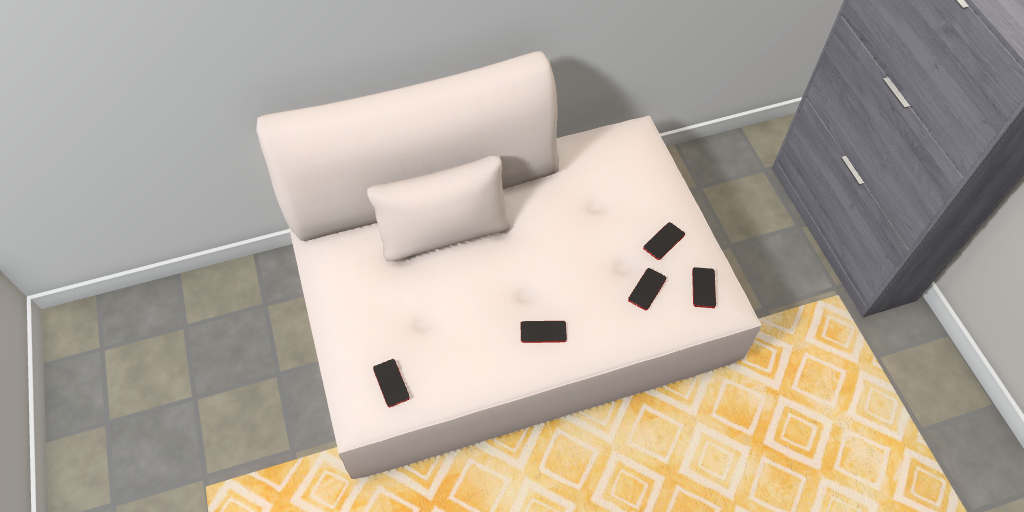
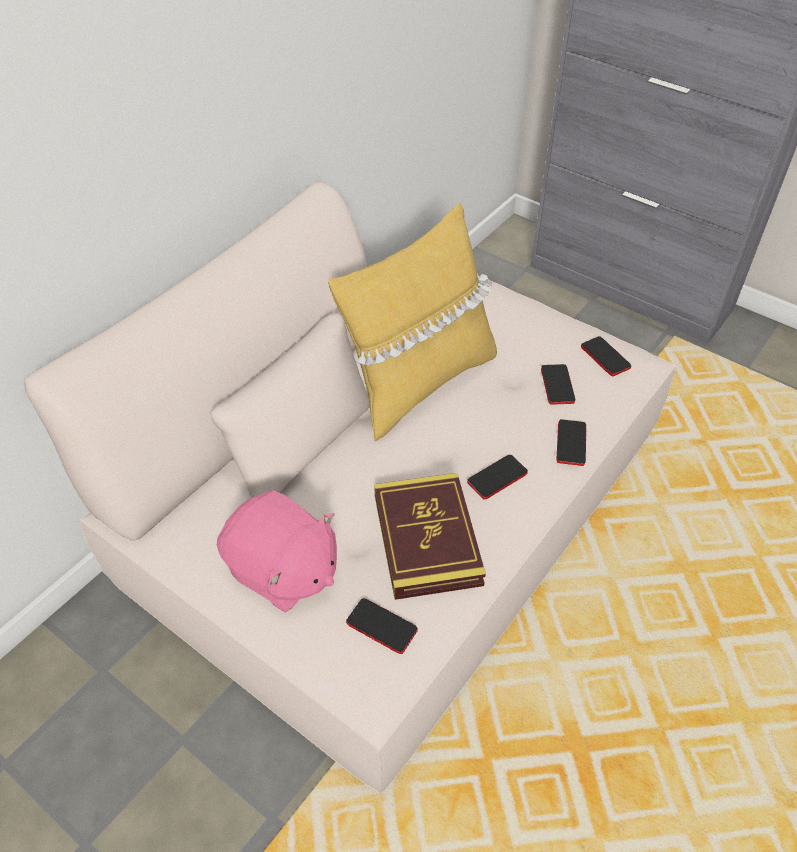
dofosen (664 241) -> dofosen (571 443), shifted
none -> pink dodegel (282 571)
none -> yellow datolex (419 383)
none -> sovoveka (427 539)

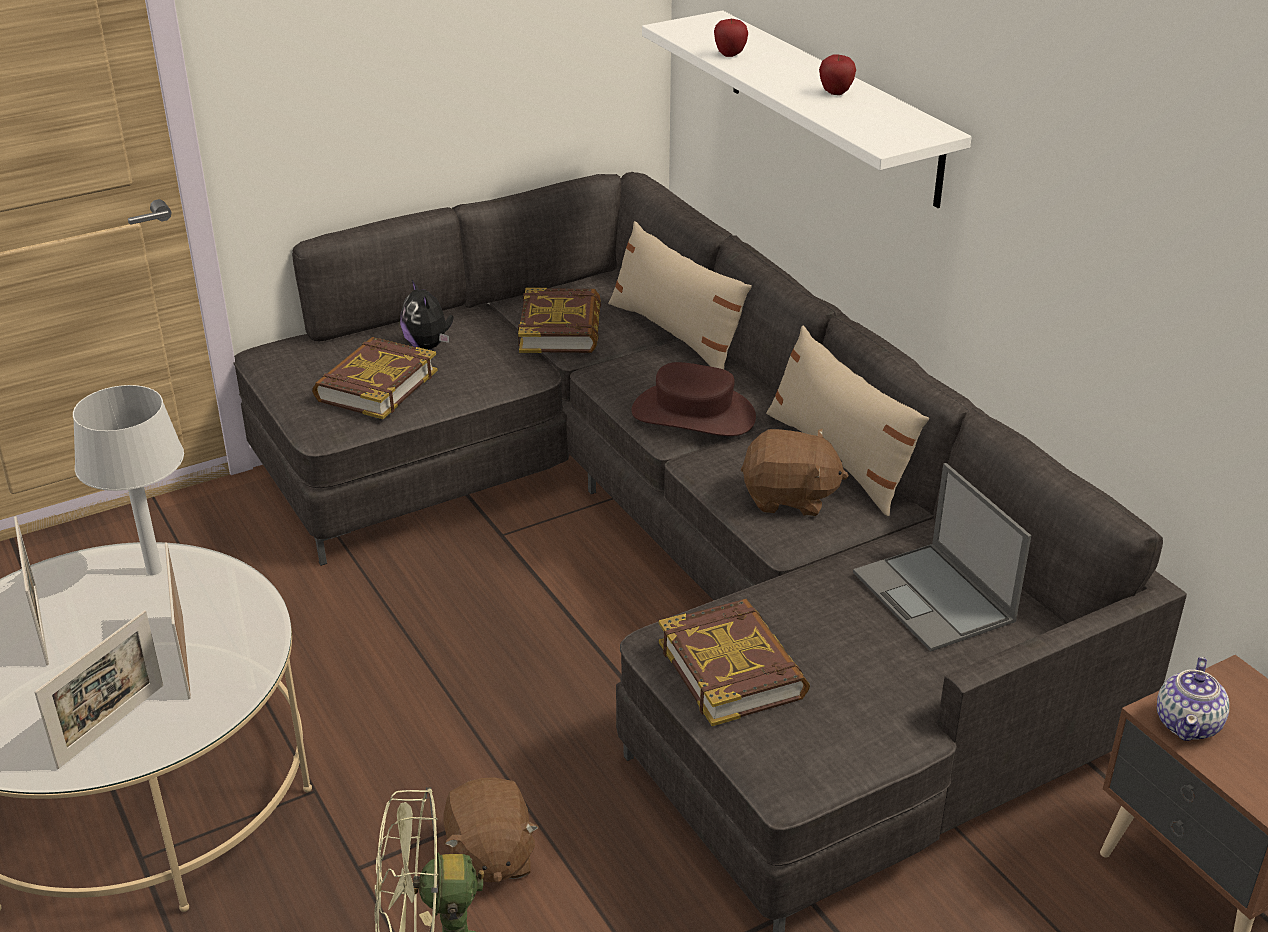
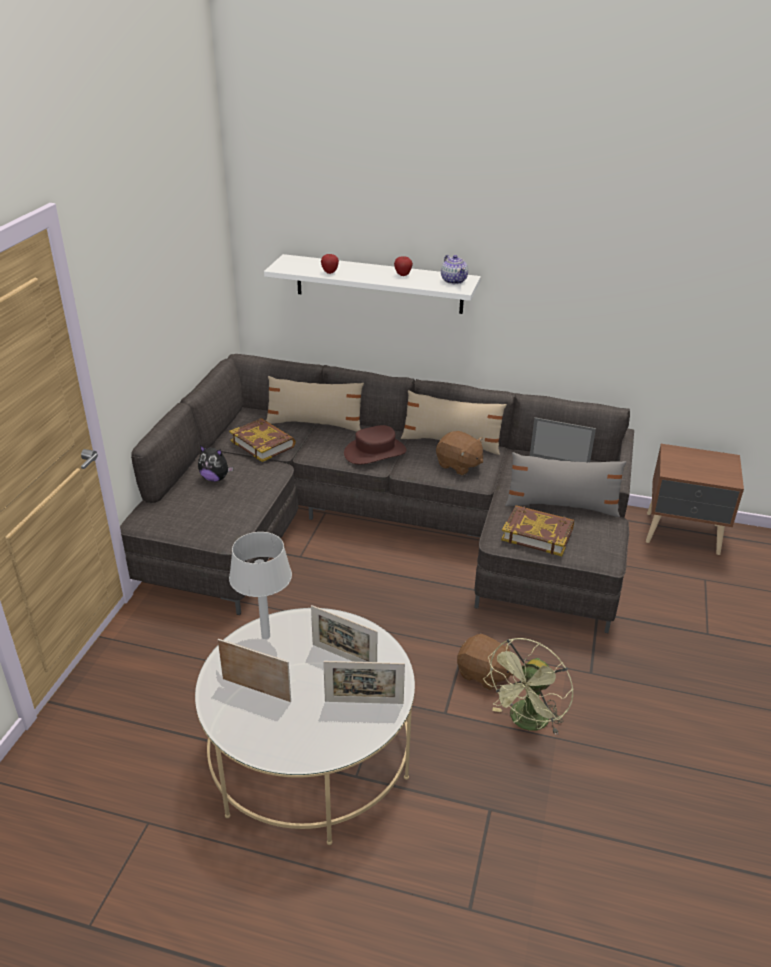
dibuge (111 725) -> dibuge (364 702), 105 degrees clockwise
sovoveka (376 385) -> none
brown dodegel (789 498) -> brown dodegel (459 465), 75 degrees clockwise
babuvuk (1188 724) -> babuvuk (454 281), shifted
none -> grey datolex (561 506)

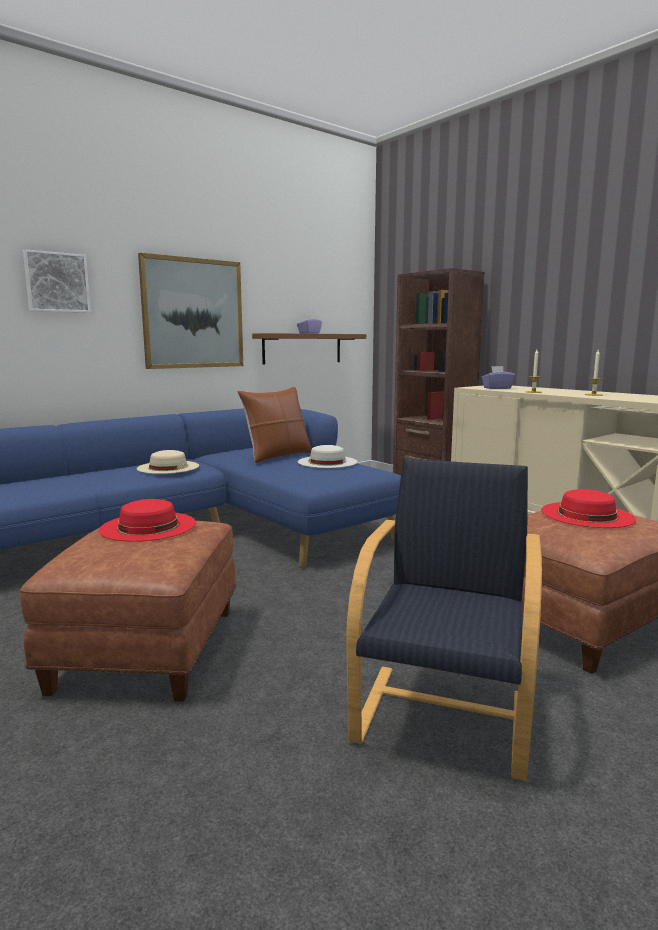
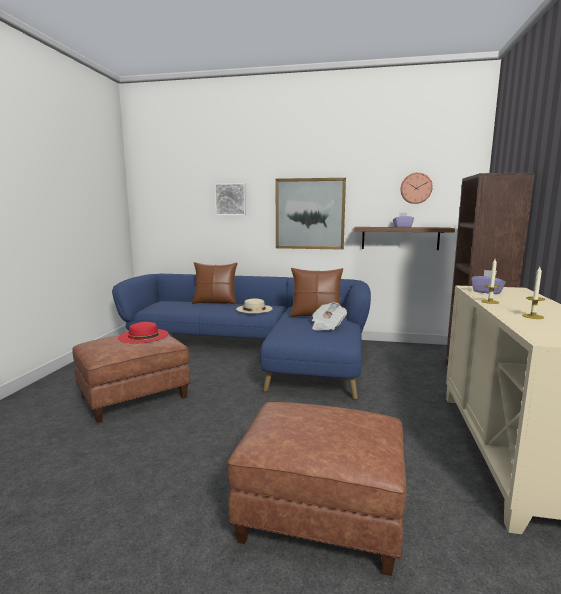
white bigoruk (327 462) -> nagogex (327 326)
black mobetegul (445 716) -> none
red bigoruk (587 514) -> none
none -> brown datolex (215 302)
none -> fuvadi (416 188)

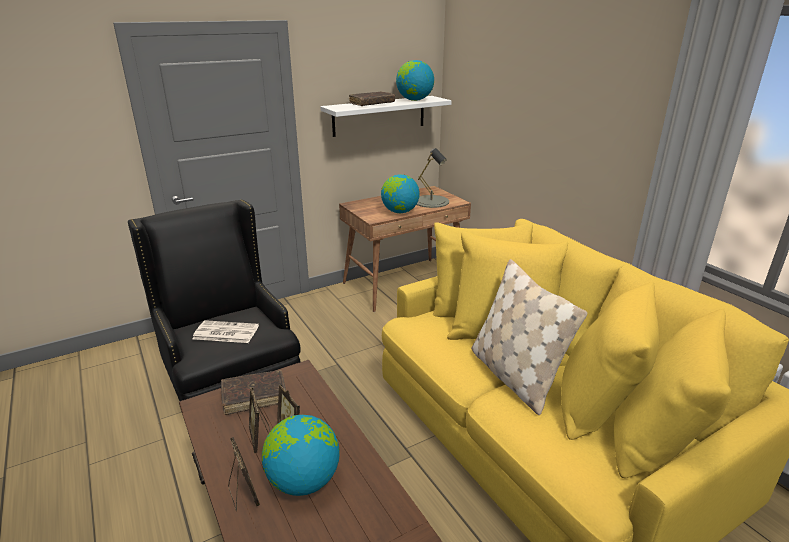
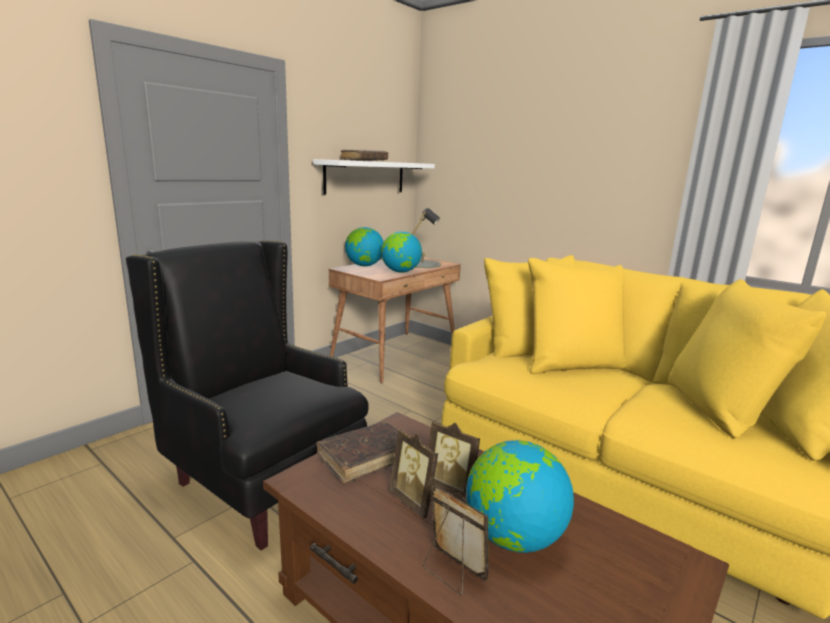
nagogex (225 332) -> none
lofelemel (414 100) -> lofelemel (364 265), shifted
beige datolex (514 376) -> none

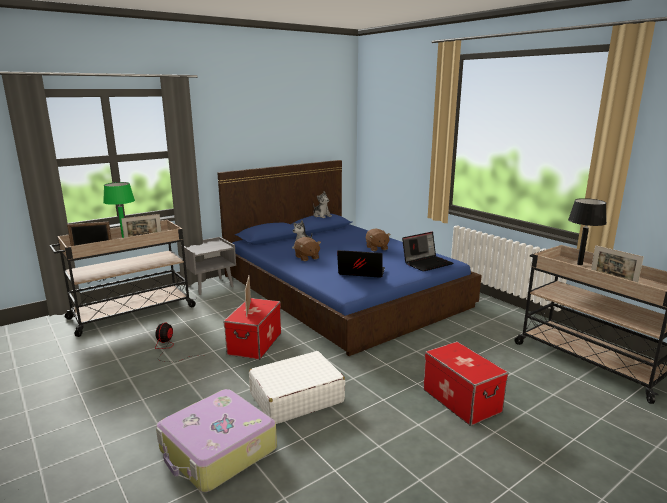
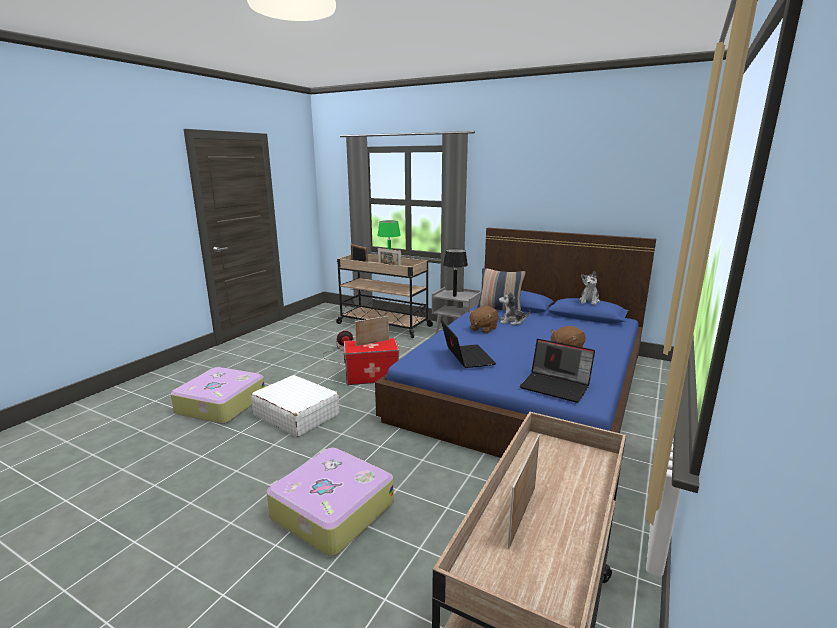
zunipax (462 400) -> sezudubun (331 510)
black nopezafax (579 264) -> black nopezafax (454 296), shifted
none -> datolex (499 310)

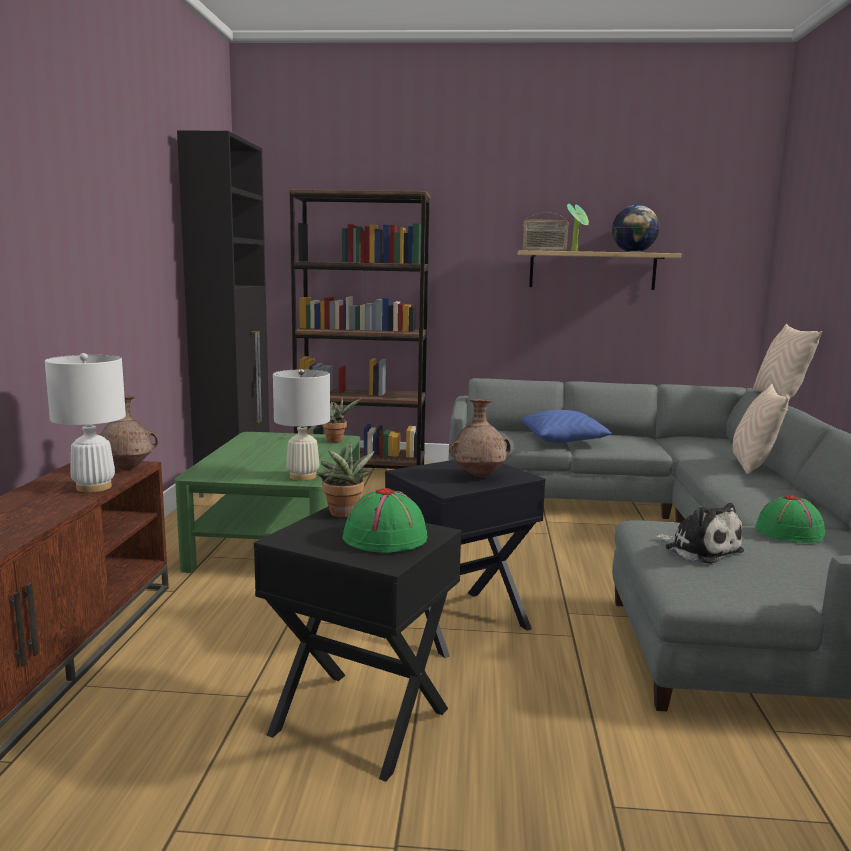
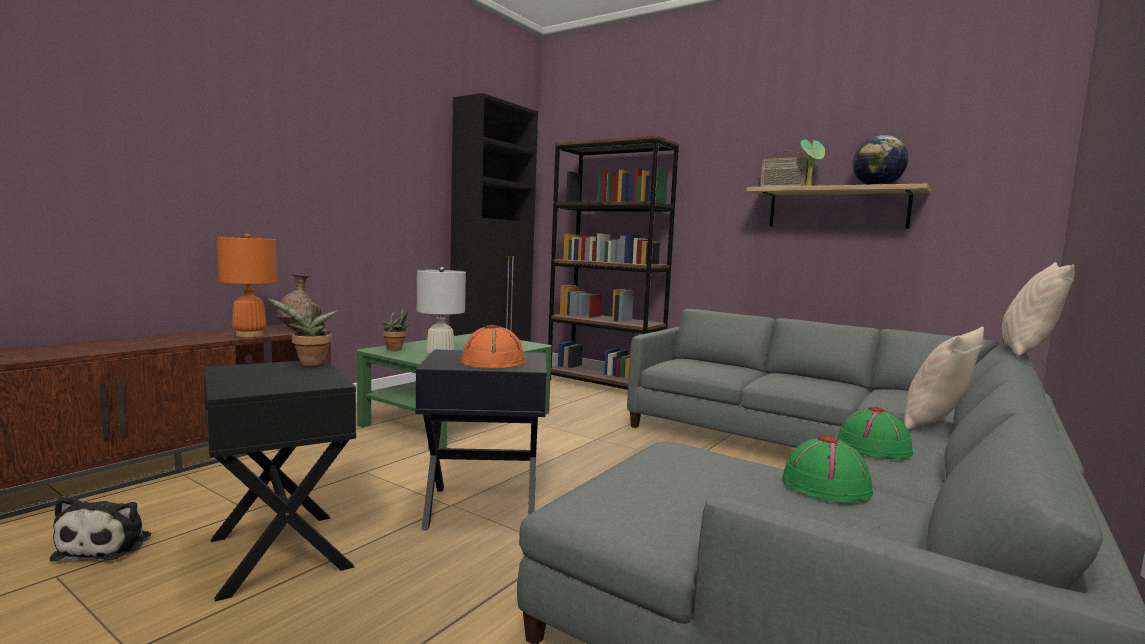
white nopezafax (93 487) -> orange nopezafax (249 335)
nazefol (337 440) -> nazefol (396 349), shifted
green bigoruk (386 538) -> green bigoruk (874 448), shifted
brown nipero (479 476) -> orange bigoruk (493 362)
blue datolex (564 440) -> none
dodegel (699 549) -> dodegel (108 545), shifted

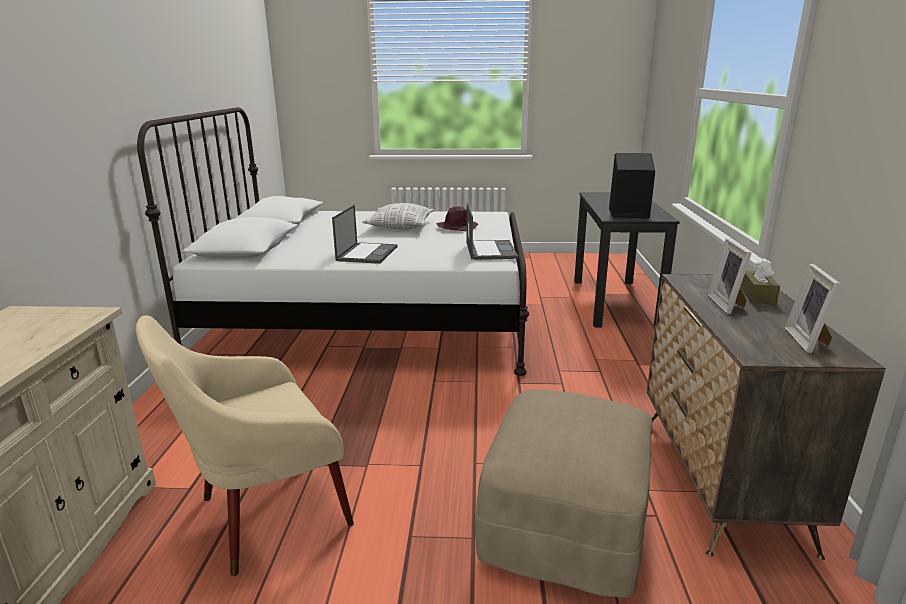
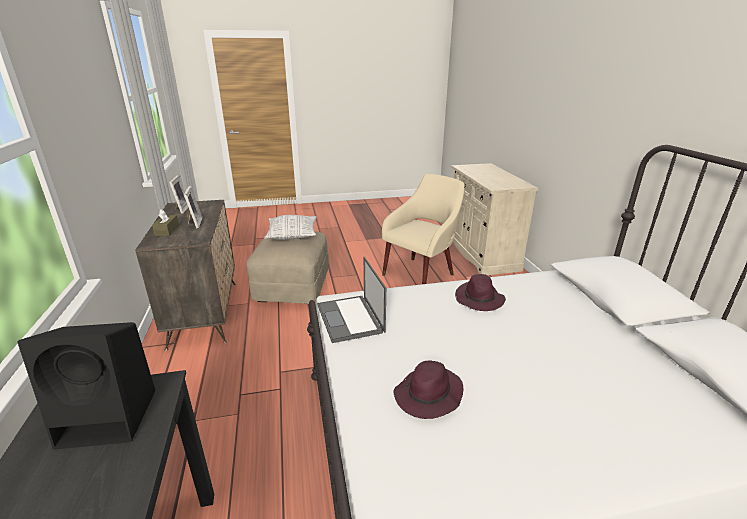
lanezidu (367 253) -> purple bigoruk (479 299)
datolex (400 227) -> datolex (292 235), shifted

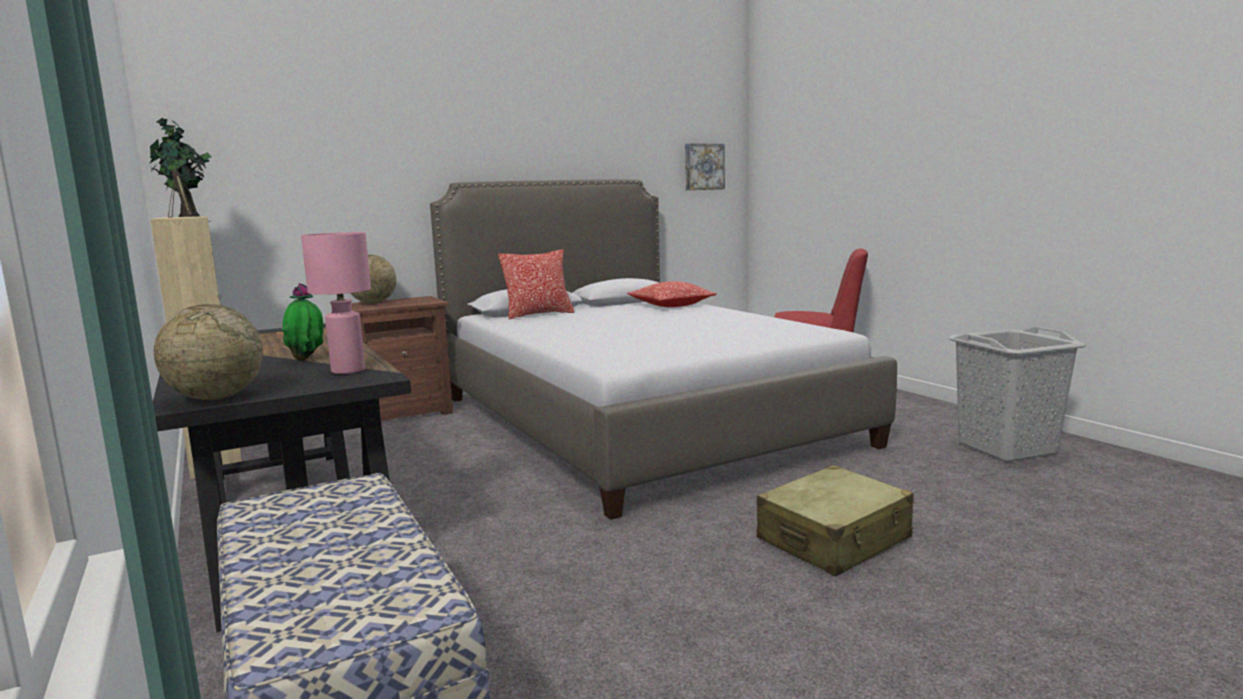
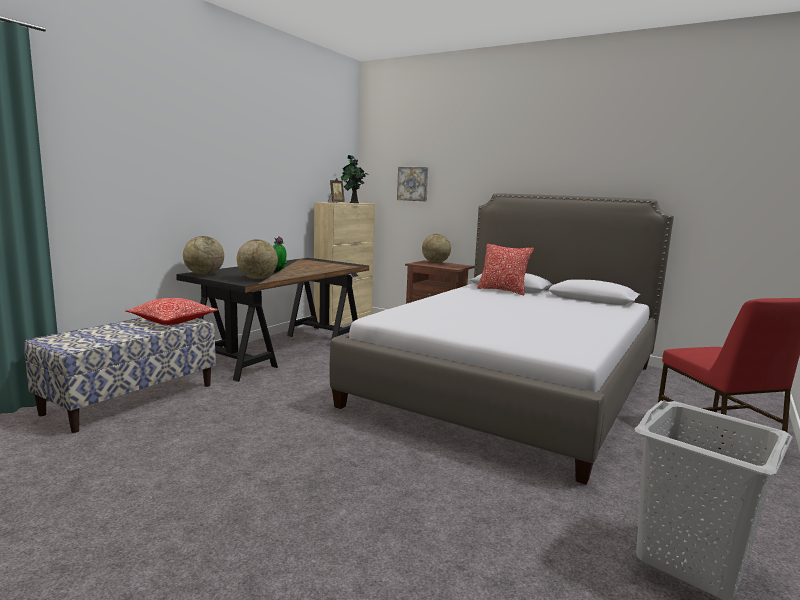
pink nopezafax (349 371) -> lofelemel (257 279)
datolex (671 305) -> datolex (173 321), shifted
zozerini (703 167) -> zozerini (413 184), shifted
beige sezudubun (834 539) -> none

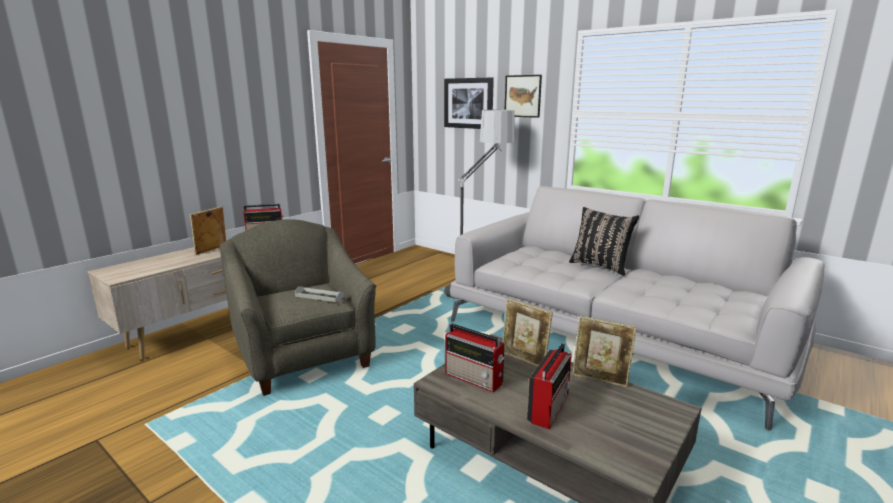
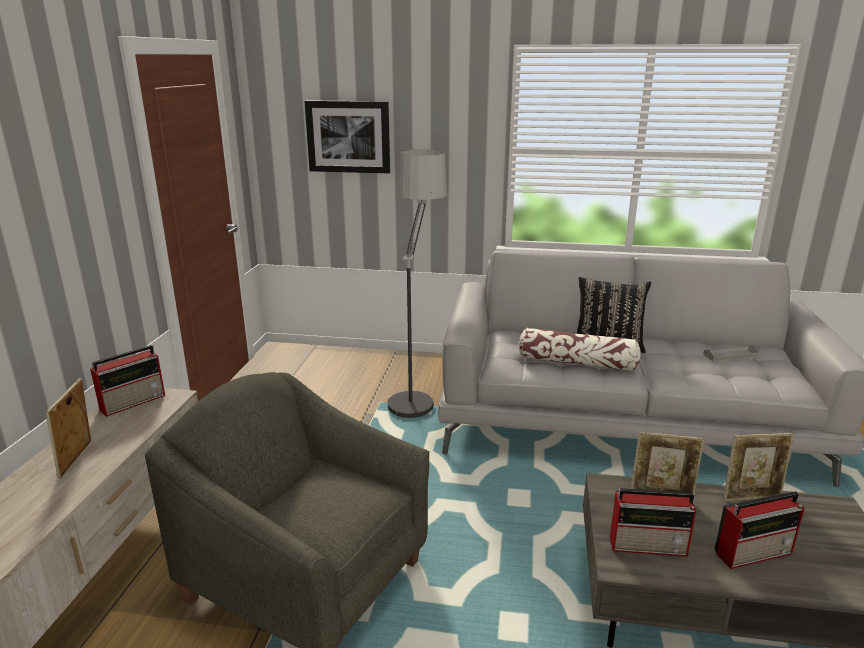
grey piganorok (319 296) -> grey piganorok (730 355), shifted
zozerini (522 96) -> none
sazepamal (549 407) -> sazepamal (754 552), 75 degrees clockwise
none -> datolex (577 362)

